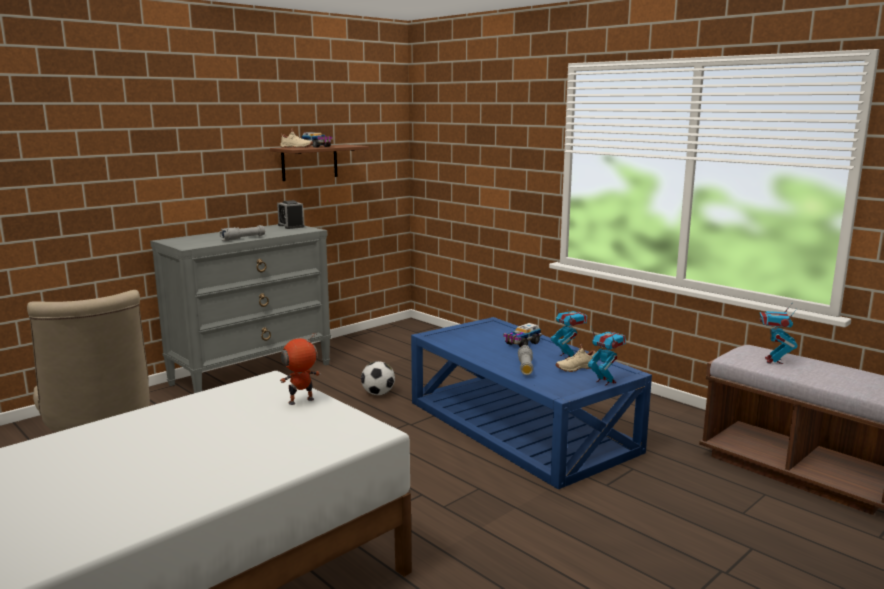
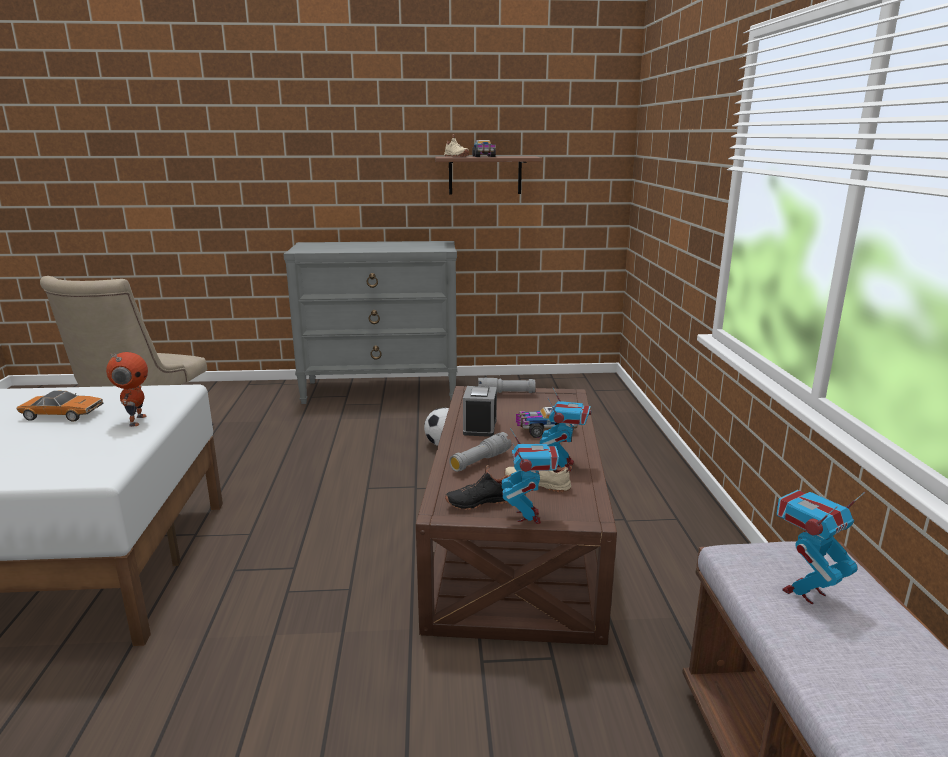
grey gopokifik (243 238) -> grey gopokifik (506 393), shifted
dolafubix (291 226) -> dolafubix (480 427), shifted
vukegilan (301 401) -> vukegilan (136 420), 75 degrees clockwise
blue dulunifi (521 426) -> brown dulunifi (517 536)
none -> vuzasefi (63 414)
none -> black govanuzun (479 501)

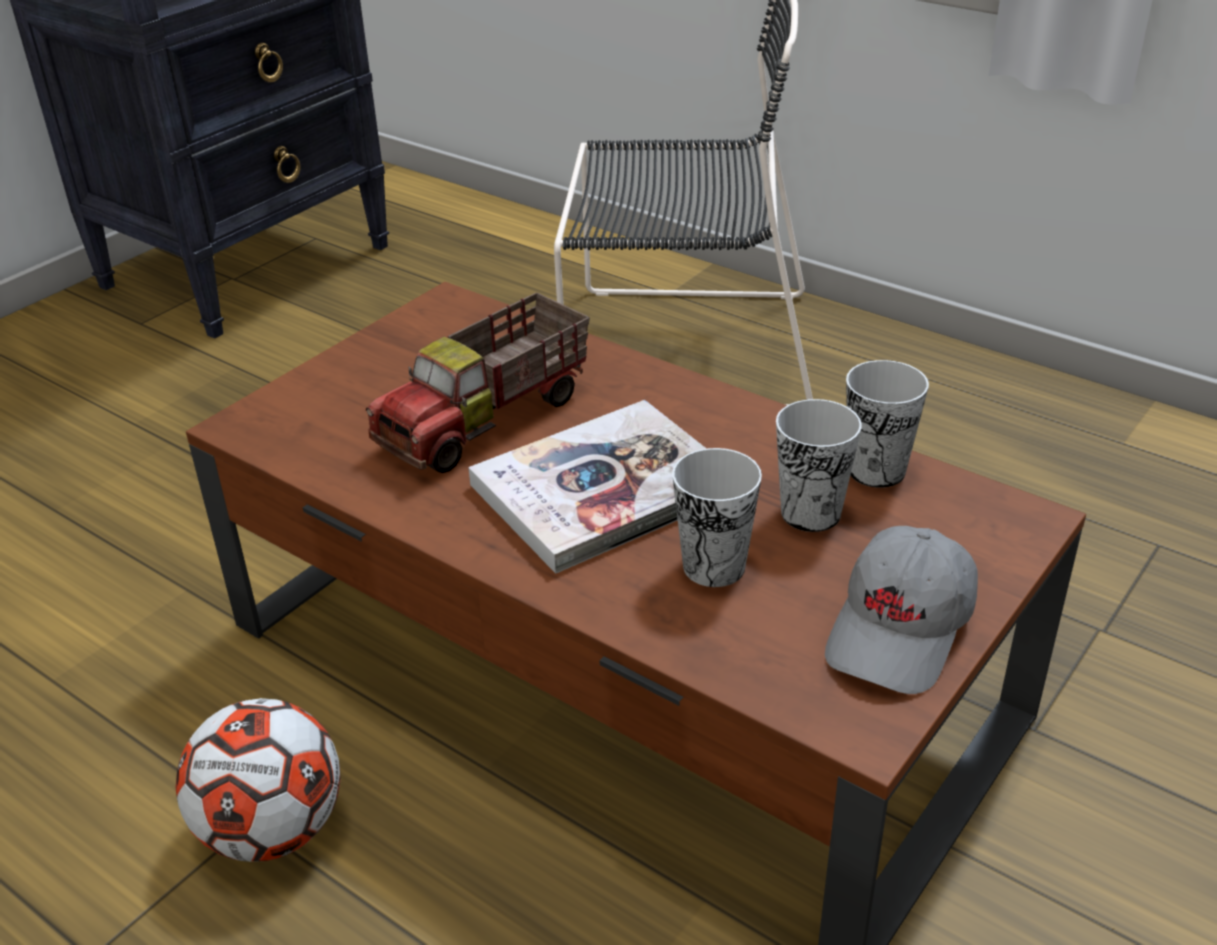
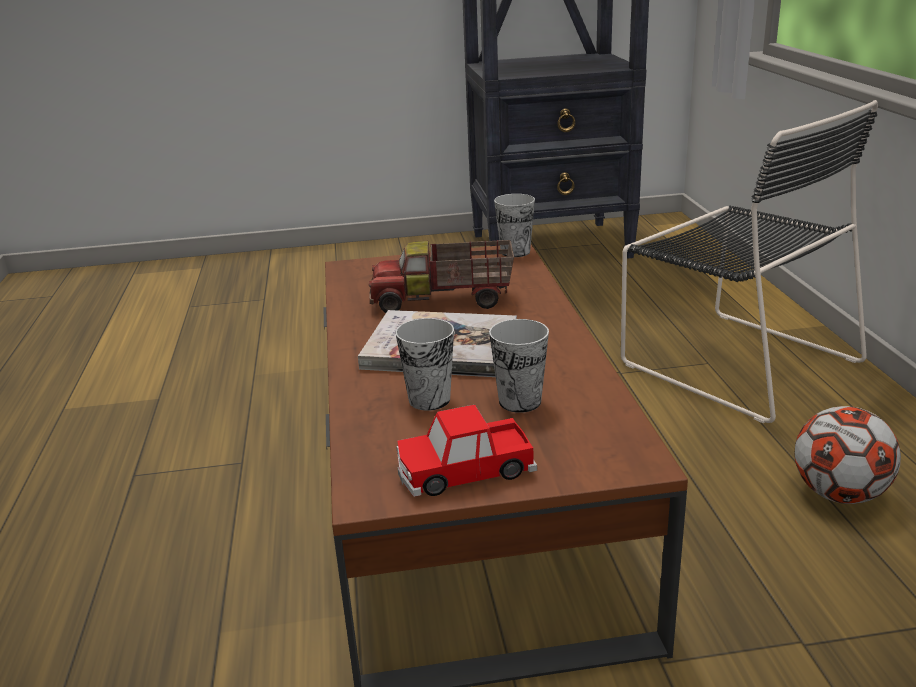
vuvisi (273 829) -> vuvisi (839 494), shifted
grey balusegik (901 631) -> vuzasefi (464 470)
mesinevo (876 470) -> mesinevo (515 252), shifted

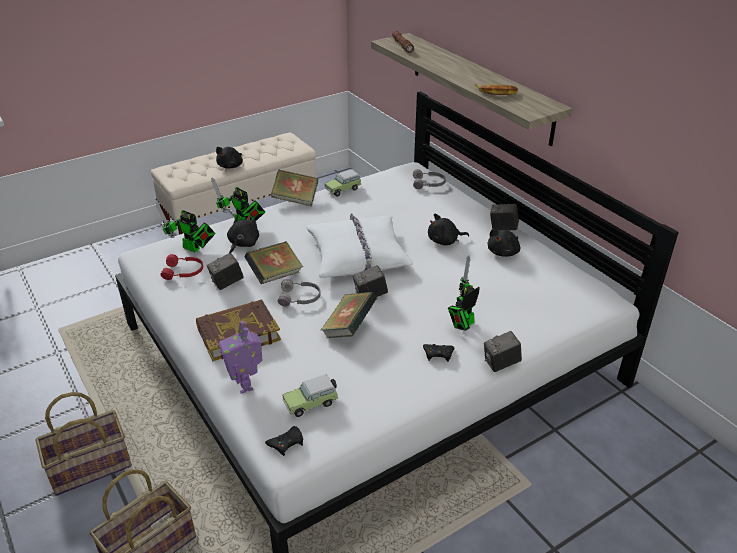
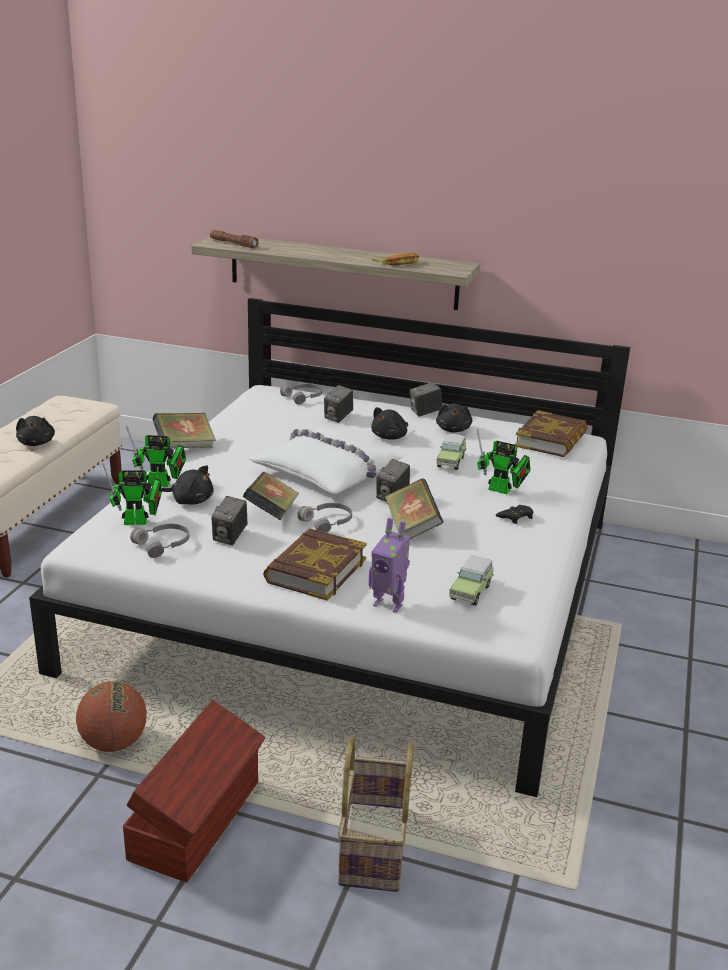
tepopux (90 466) -> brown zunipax (198 820)
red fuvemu (184 272) -> grey fuvemu (163 545)
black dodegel (242 244) -> black dodegel (190 500), 120 degrees clockwise
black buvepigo (286 443) -> none
vuzasefi (344 189) -> vuzasefi (451 461), shifted
vukegilan (462 325) -> vukegilan (502 491), 75 degrees counterclockwise
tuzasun (501 364) -> tuzasun (338 417), shifted
none -> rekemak (114 743)
none -> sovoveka (551 440)

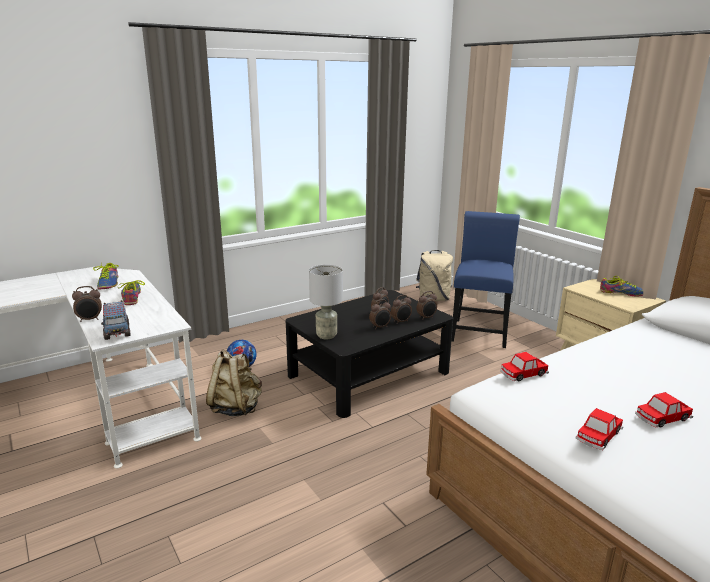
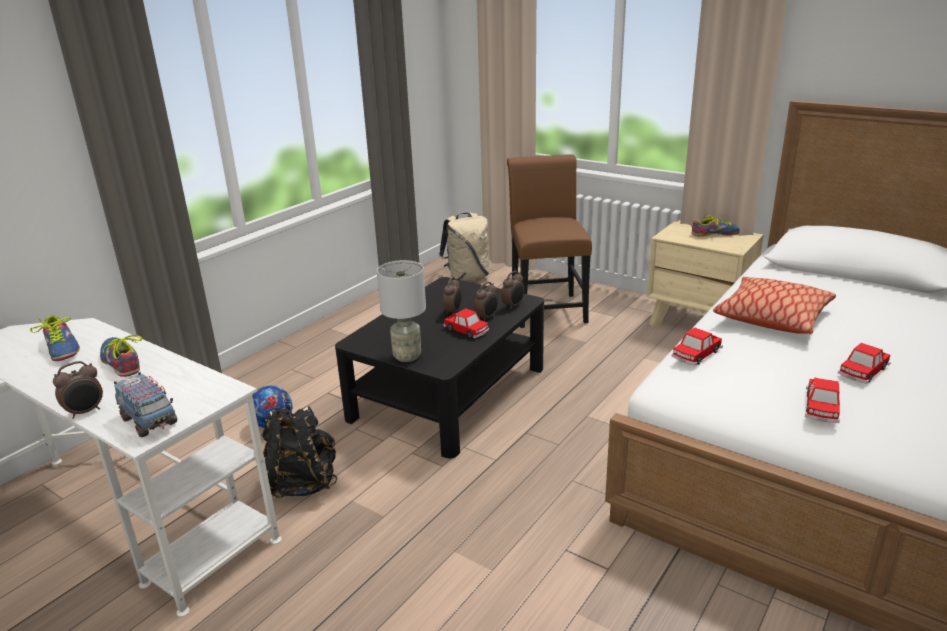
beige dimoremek (236 408) -> black dimoremek (302 482)
dolafubix (380 327) -> vuzasefi (466 330)
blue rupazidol (479 331) -> brown rupazidol (546 307)
none -> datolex (772 317)

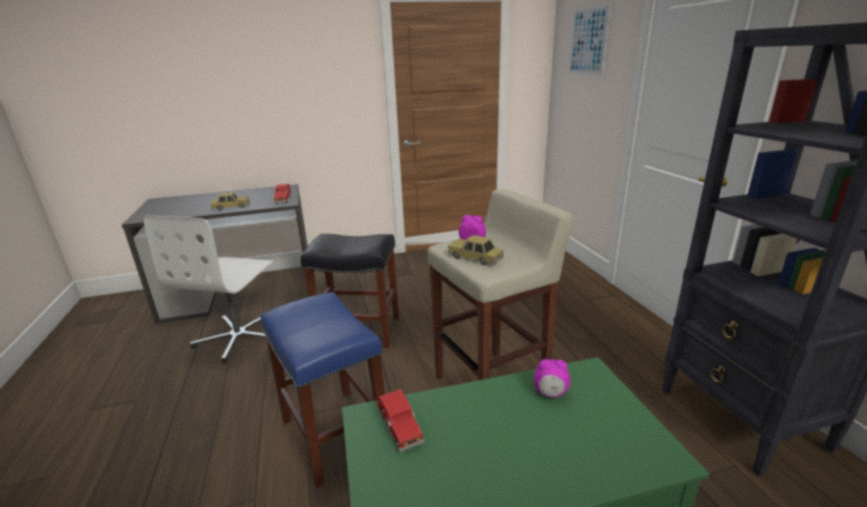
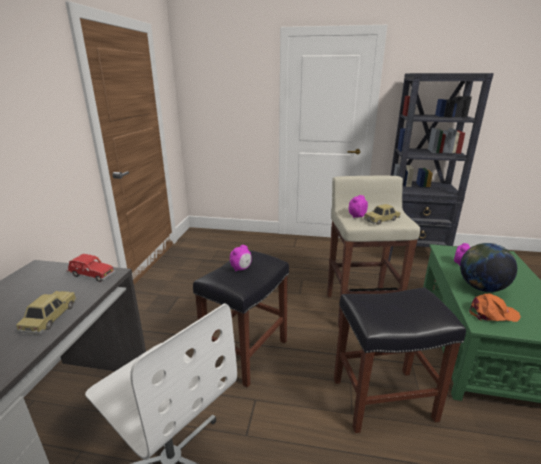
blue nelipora (333 433) -> black nelipora (382 400)
red vuzasefi (399 427) -> orange balusegik (492 314)
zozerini (587 41) -> none
none -> dolafubix (241 269)
none -> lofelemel (481 288)

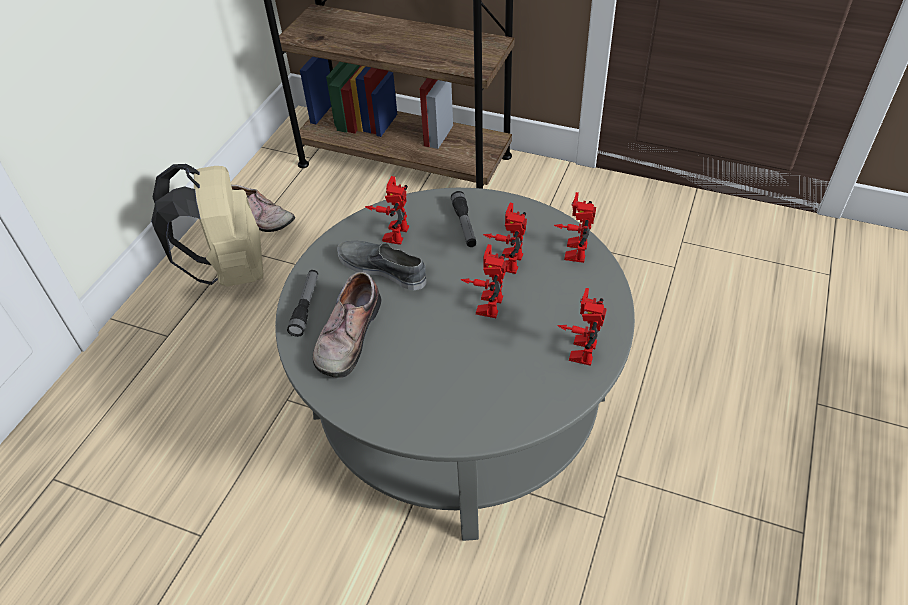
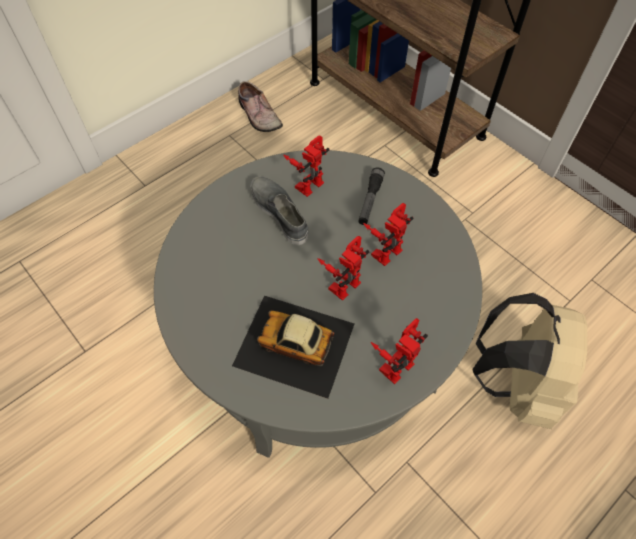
beige dimoremek (230 270) -> beige dimoremek (515 384), shifted
gopokifik (306 306) -> none
govanuzun (346 335) -> none
vukegilan (572 249) -> none
none -> vuzasefi (295 345)

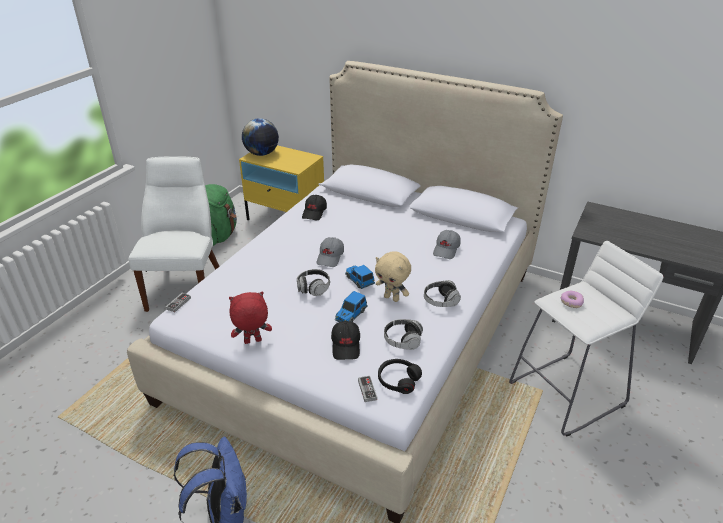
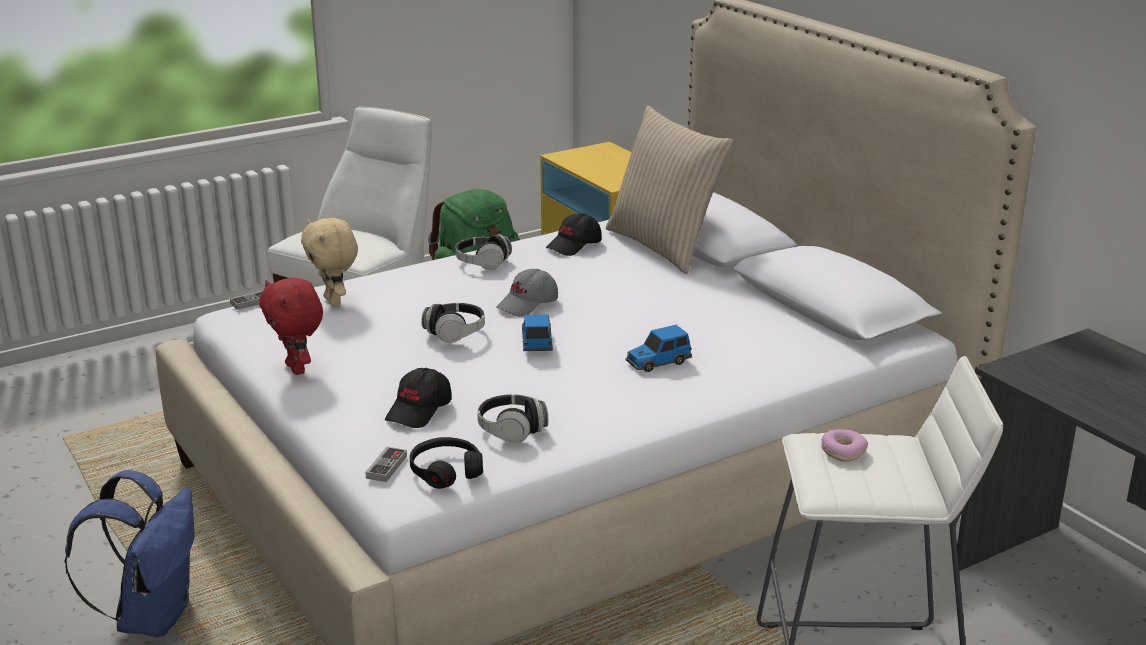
red dodegel (252 342) -> red dodegel (297 369), 135 degrees counterclockwise
lofelemel (262 154) -> none
vuzasefi (350 315) -> vuzasefi (657 362), shifted
beige dodegel (392 298) -> beige dodegel (334 301), shifted
fuvemu (440 301) -> fuvemu (482 263), shifted
grey balusegik (446 249) -> none
none -> beige datolex (664 246)

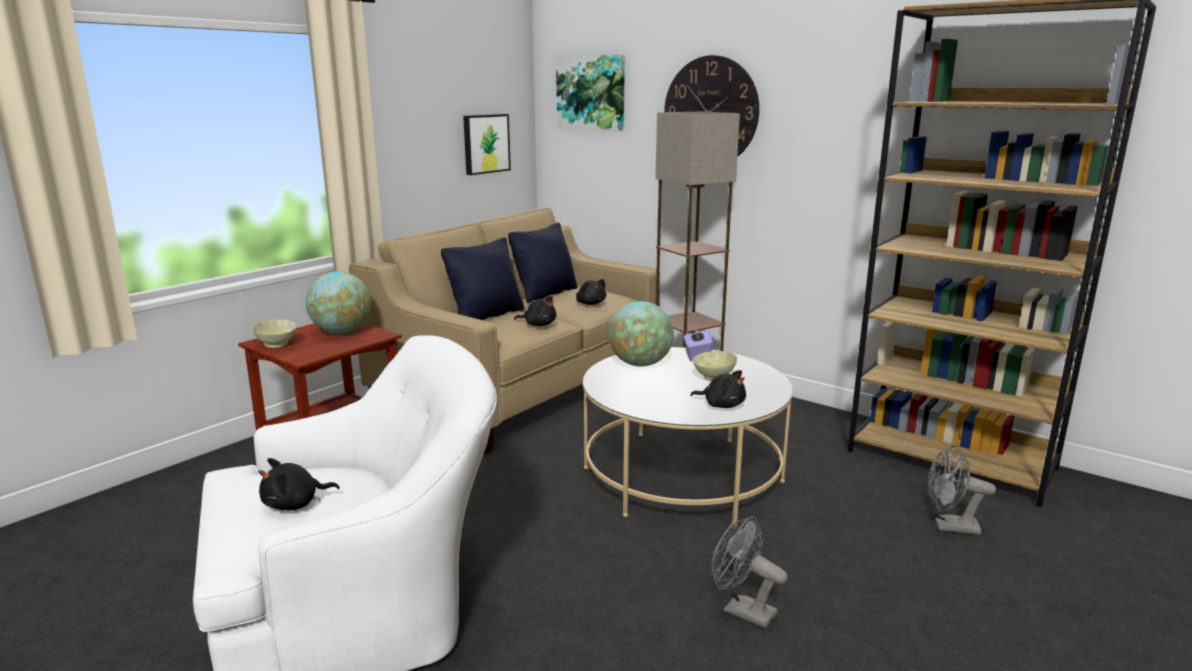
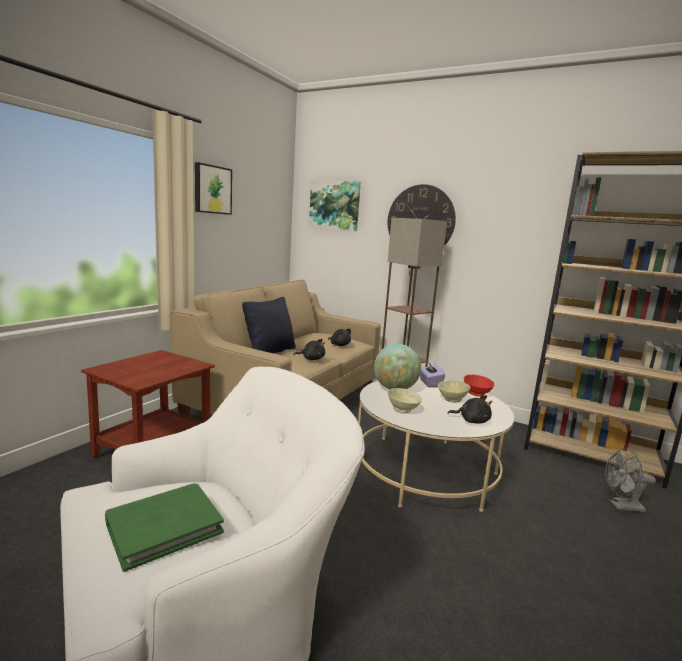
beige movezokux (276 345) -> beige movezokux (403 410), shifted
black dodegel (295 504) -> green sovoveka (164 527)
lofelemel (342 331) -> none
zozerini (485 143) -> zozerini (212 189), shifted
black datolex (545 294) -> none
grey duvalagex (742 610) -> none
none -> red movezokux (476 394)

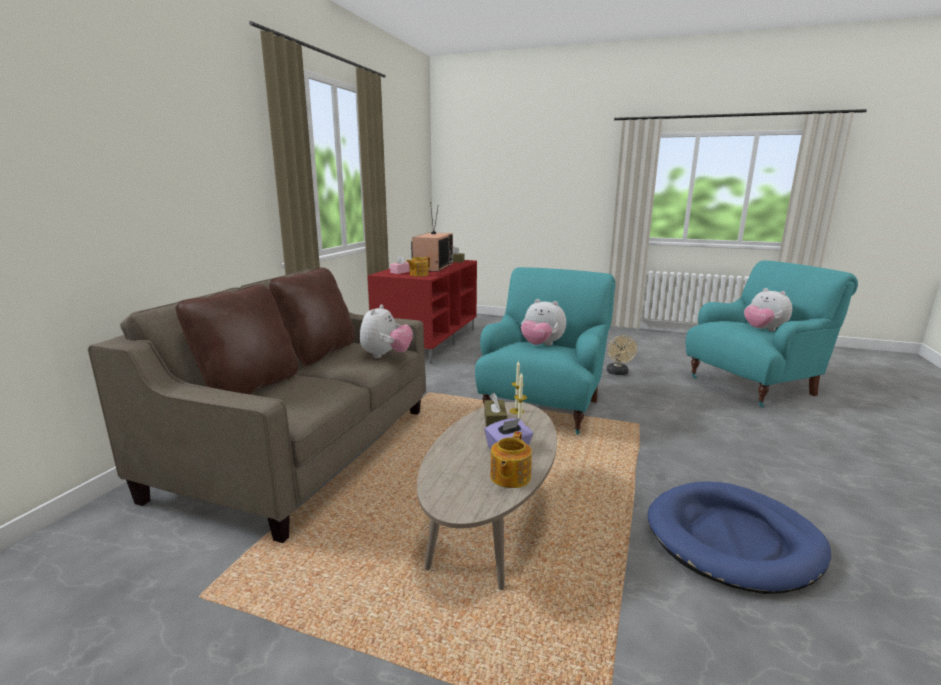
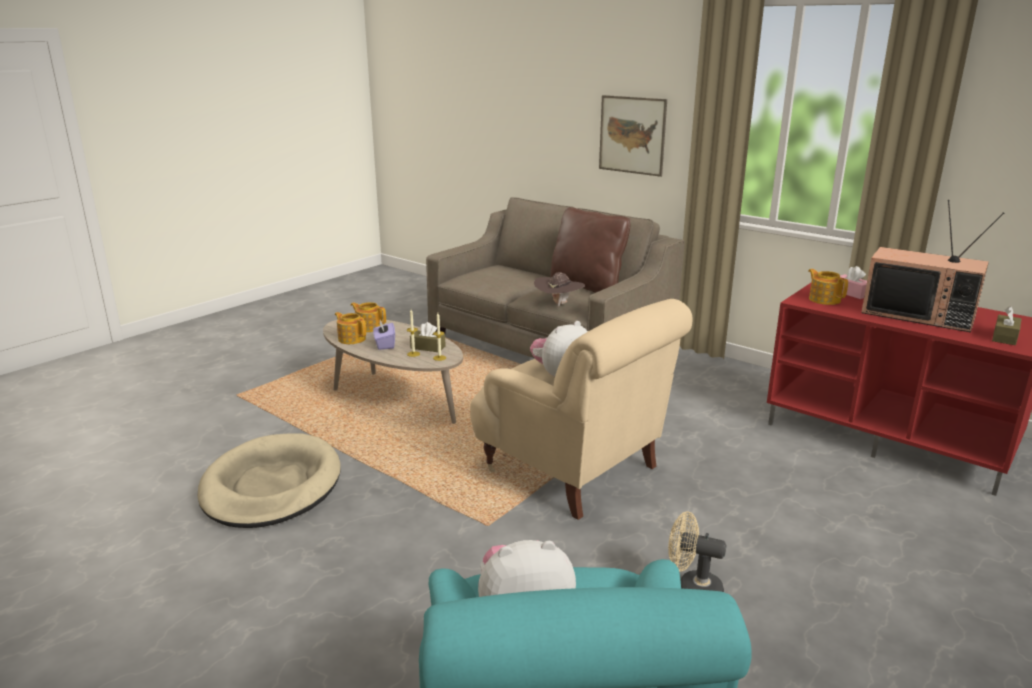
brown datolex (249 388) -> none
dodegel (386 356) -> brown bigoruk (559 304)
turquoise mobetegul (543 408) -> beige mobetegul (574 470)
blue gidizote (733 540) -> beige gidizote (271 486)
none -> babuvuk (369 327)
none -> zozerini (632 135)

